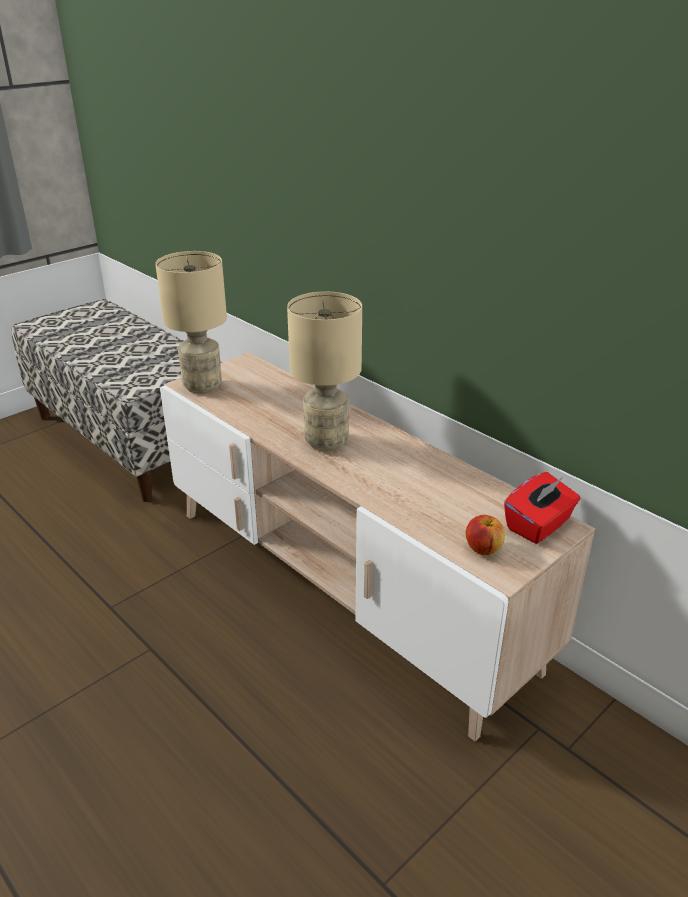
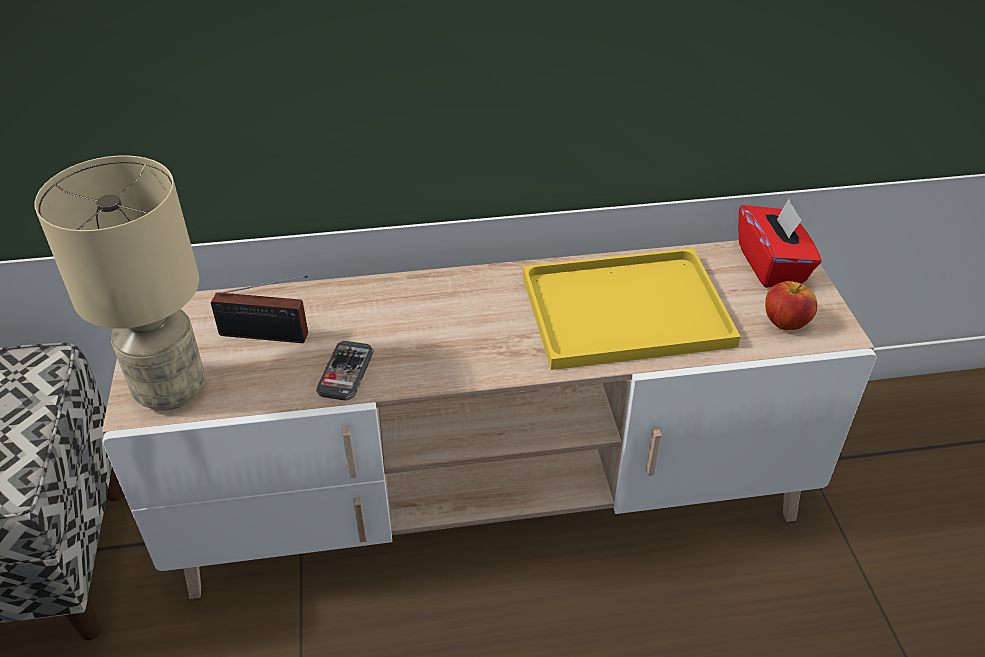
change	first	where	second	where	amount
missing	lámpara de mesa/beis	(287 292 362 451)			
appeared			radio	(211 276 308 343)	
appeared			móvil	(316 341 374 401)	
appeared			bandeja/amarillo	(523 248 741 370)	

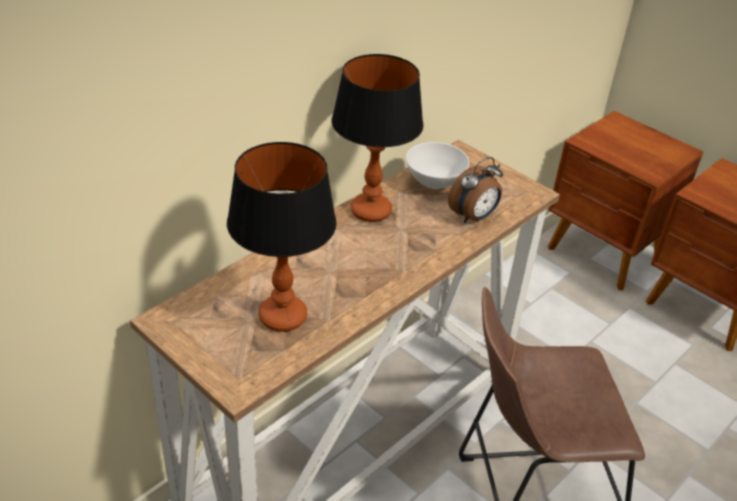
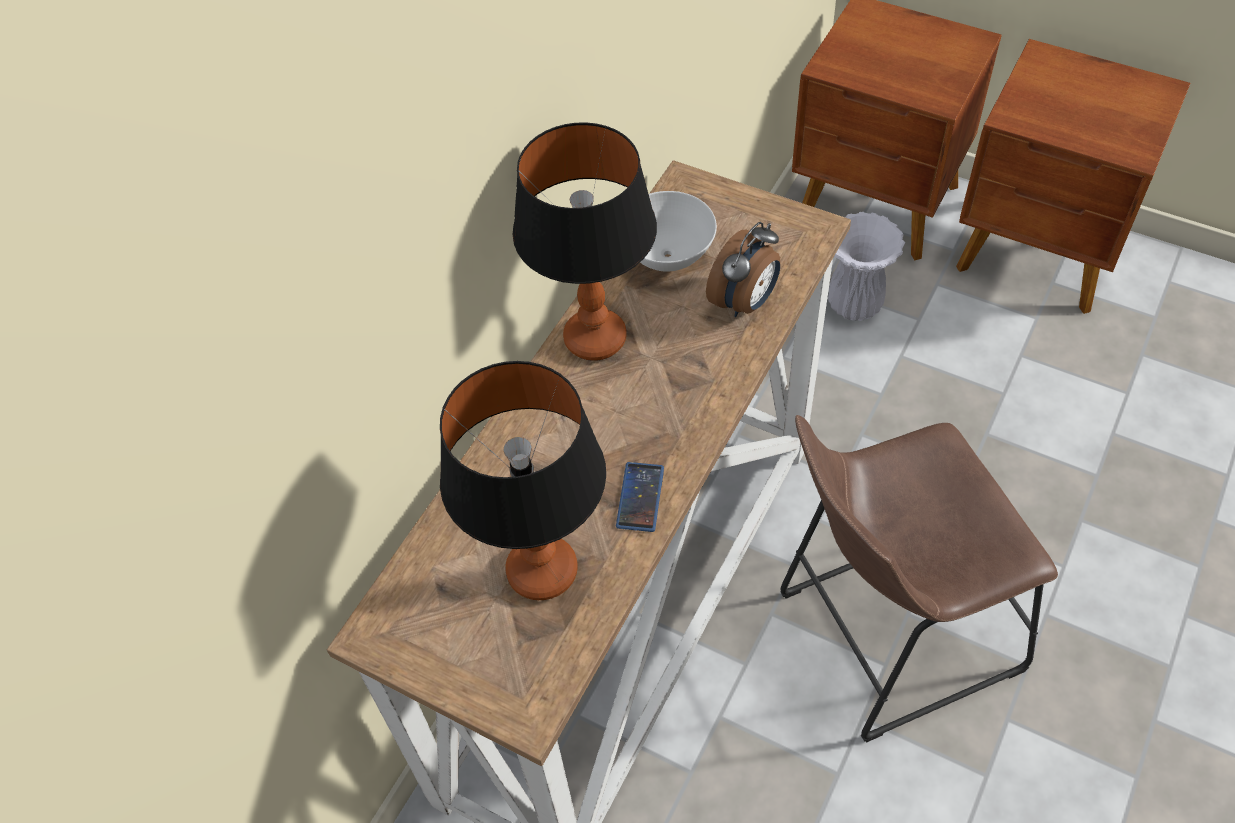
change	first	where	second	where	amount
appeared			móvil	(616 462 664 532)	
appeared			florero/blanco	(828 212 905 321)	

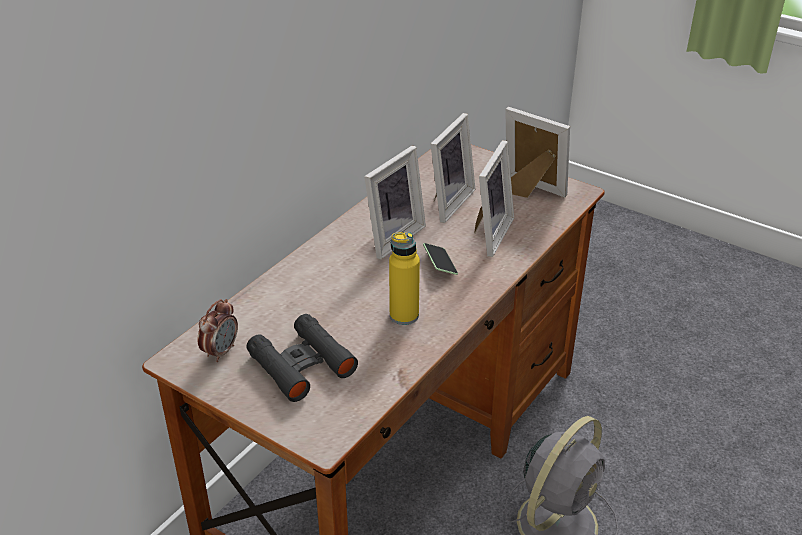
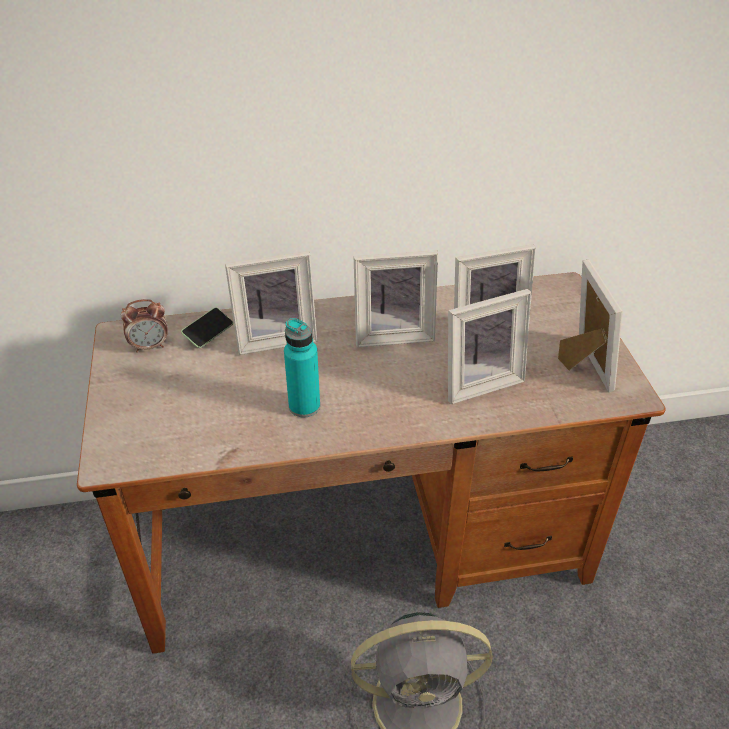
change	first	where	second	where	amount
missing	prismáticos/negro	(246 314 358 402)			
appeared			portarretratos	(225 251 317 355)	
relocated	móvil	(423 243 458 275)		(181 307 234 348)	
colour	botella/amarillo	(389 232 420 325)	botella/turquesa	(284 318 320 417)	

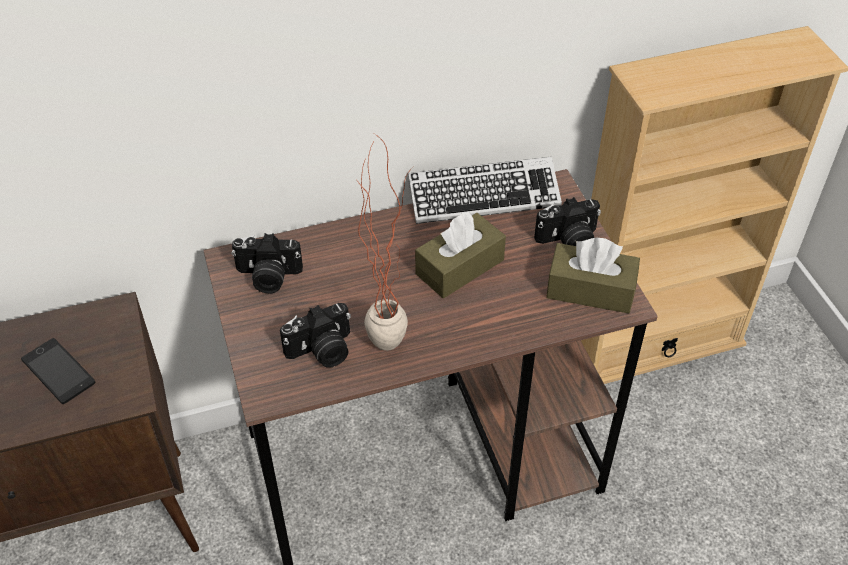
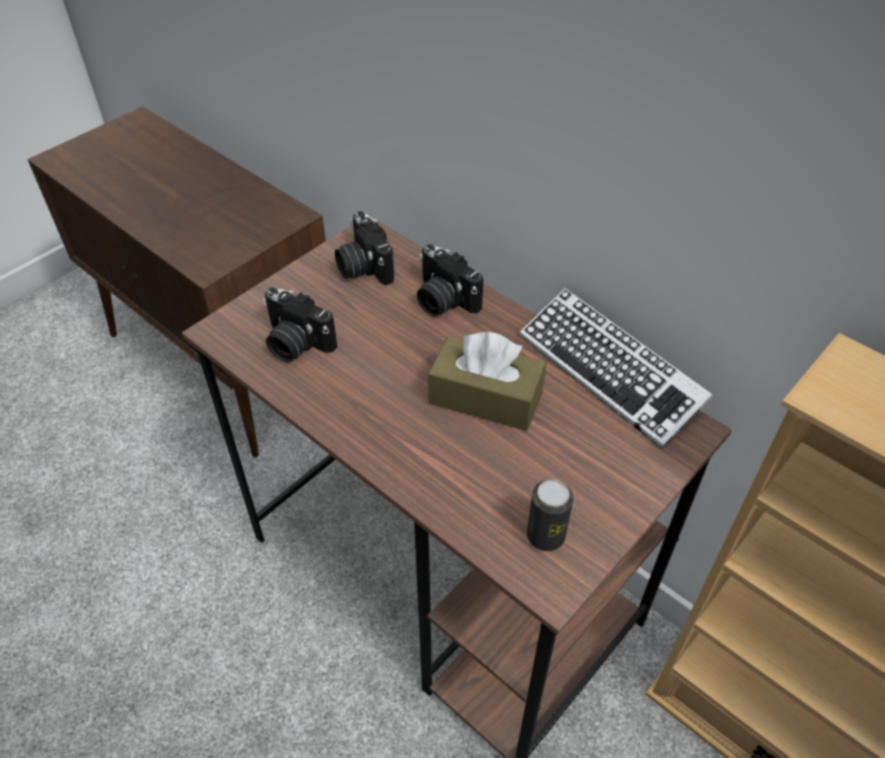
change	first	where	second	where	amount
missing	móvil	(21 338 95 404)			
missing	planta en maceta	(357 134 413 351)			
relocated	cámara	(534 197 601 246)		(417 244 483 316)	
exchanged	caja de pañuelos/marrón	(546 238 640 314)	lata	(527 479 574 551)	

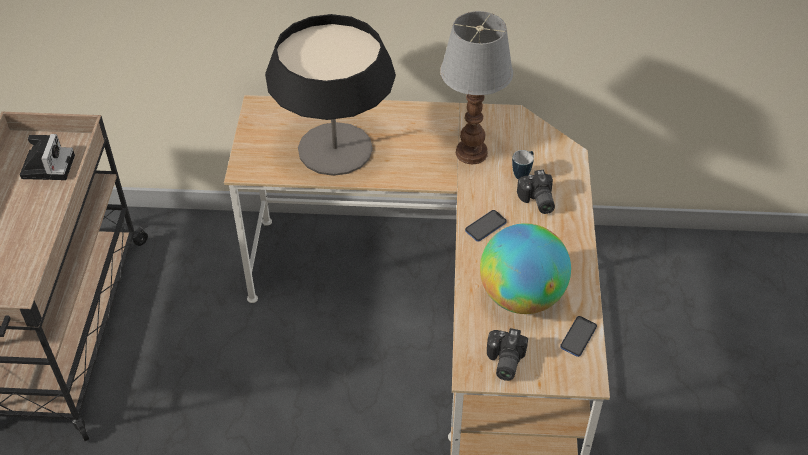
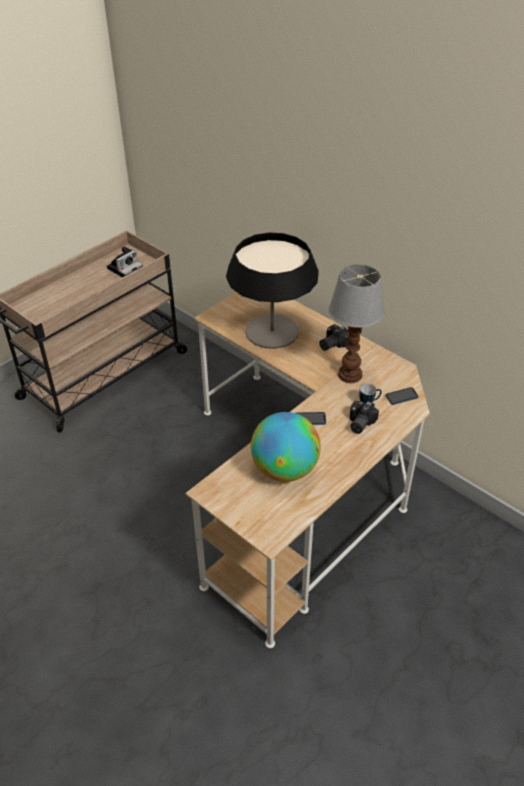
change	first	where	second	where	amount
relocated	cámara	(487 328 528 381)		(319 324 349 351)	
relocated	móvil	(560 316 597 357)		(386 387 418 405)	

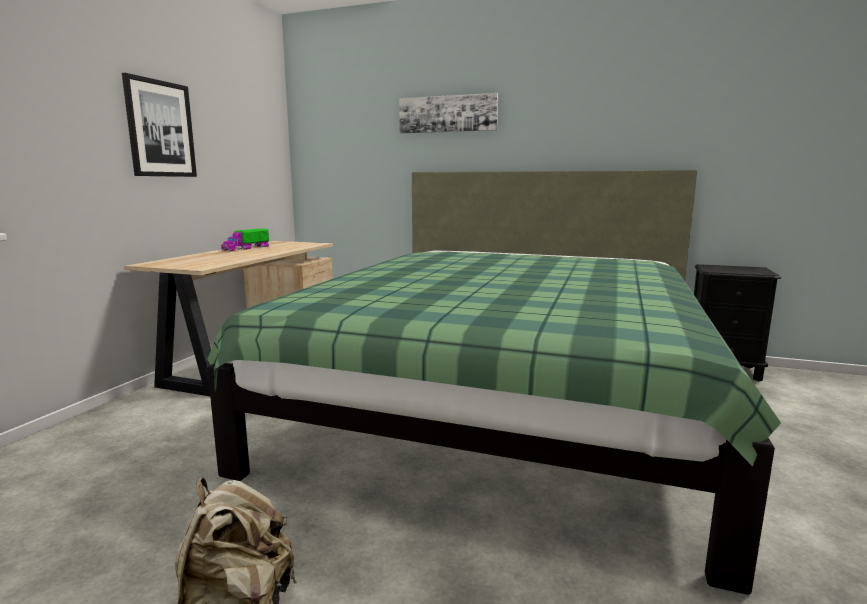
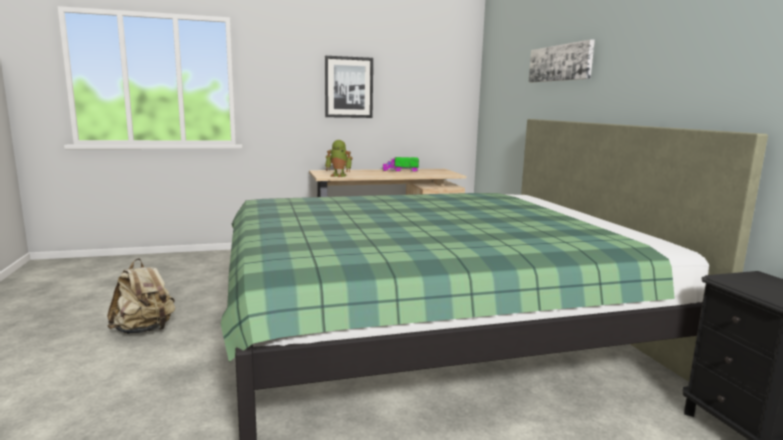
change	first	where	second	where	amount
appeared			robot de juguete	(325 140 353 177)	

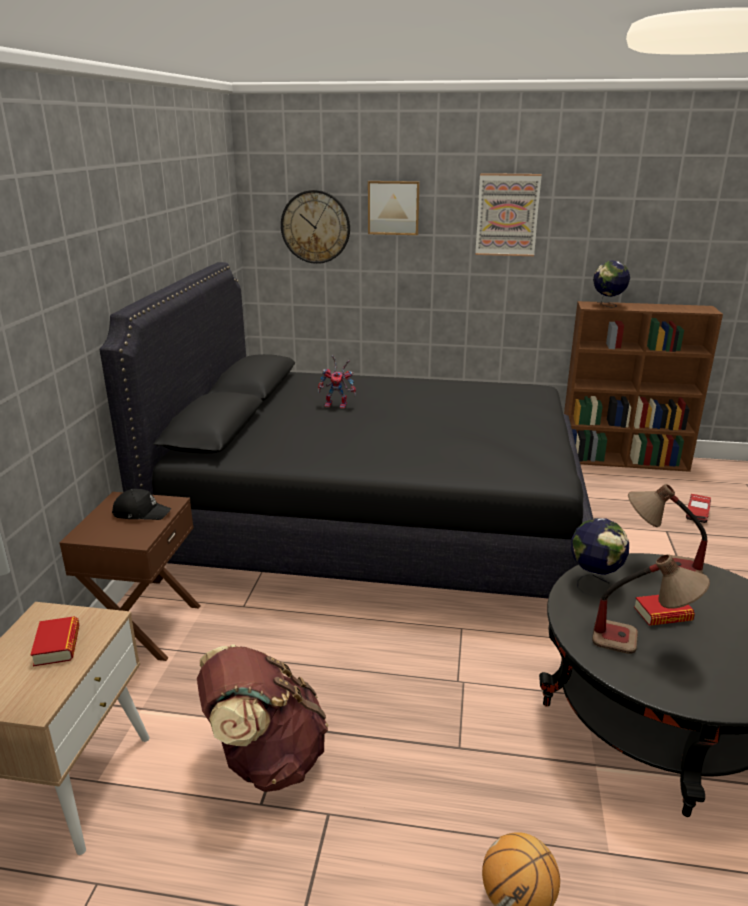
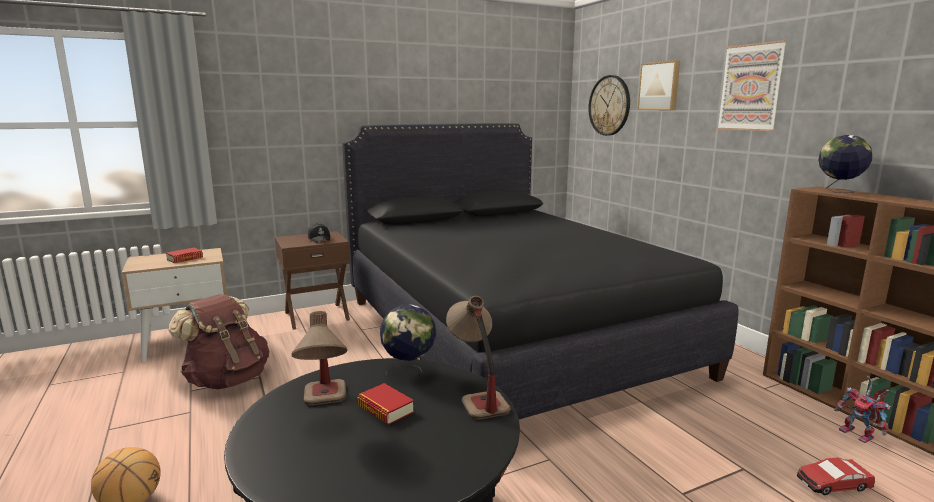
change	first	where	second	where	amount
relocated	robot de juguete	(318 355 356 409)		(834 376 891 443)	

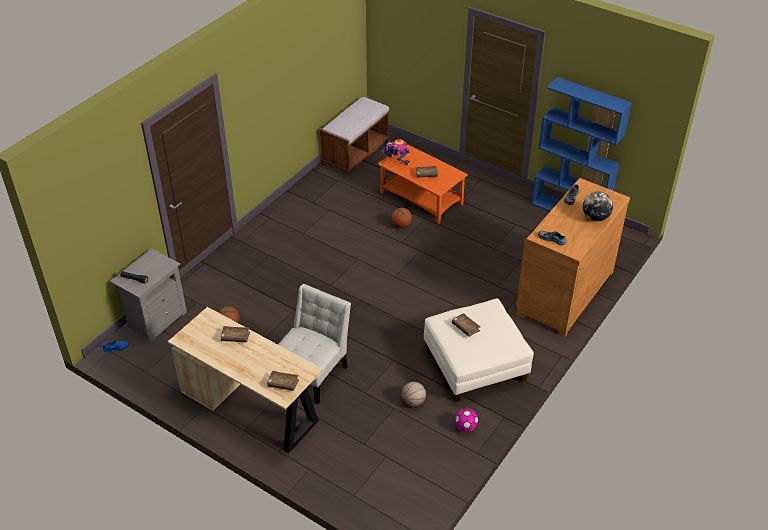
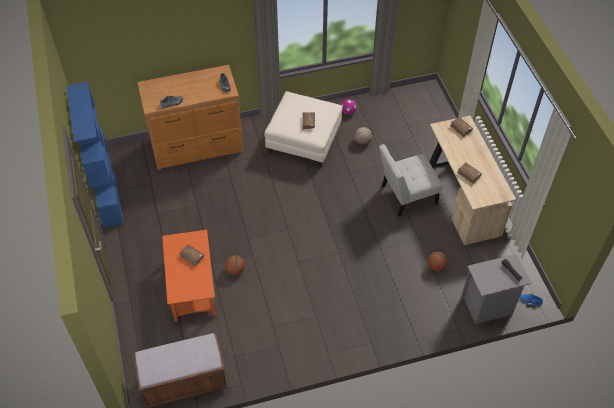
change	first	where	second	where	amount
missing	robot de juguete	(381 139 410 165)			
missing	globo terráqueo	(583 191 613 221)			

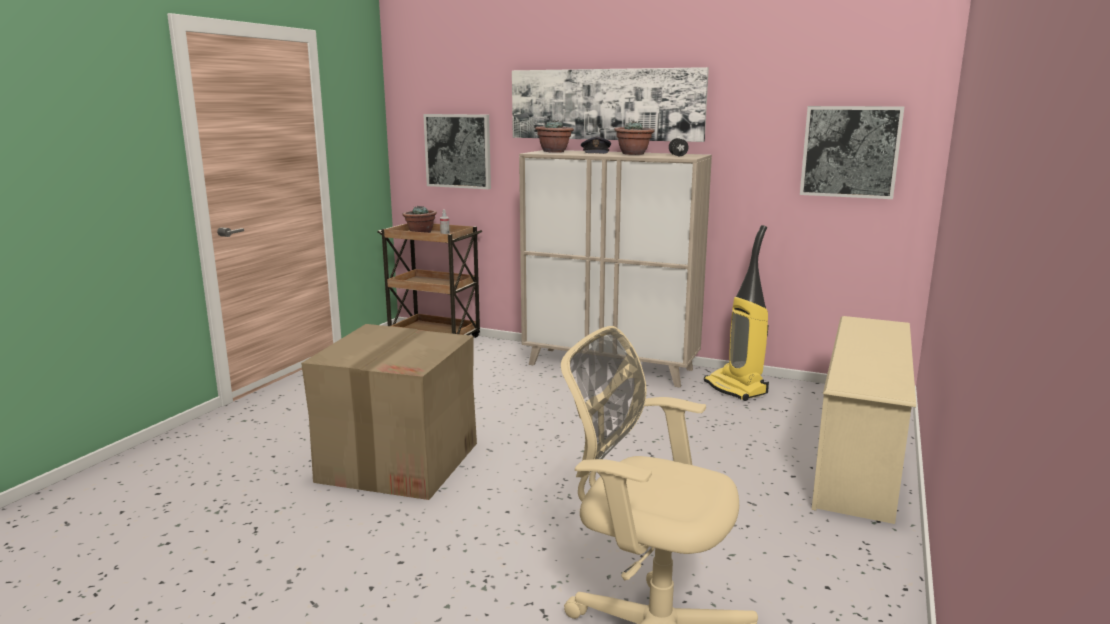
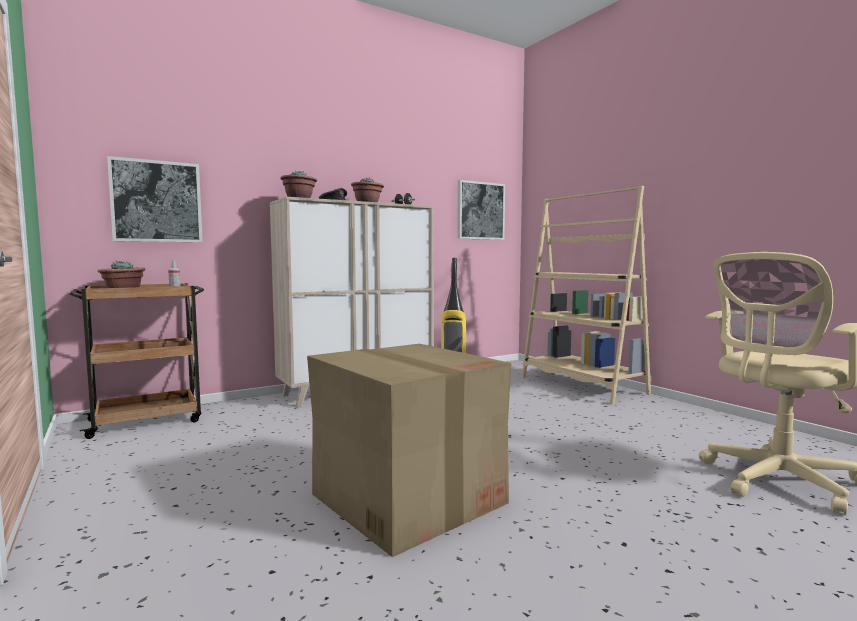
change	first	where	second	where	amount
missing	cuadro	(512 67 709 142)			
exchanged	zapatero/beis	(812 316 916 524)	estantería/beis	(522 186 651 404)	

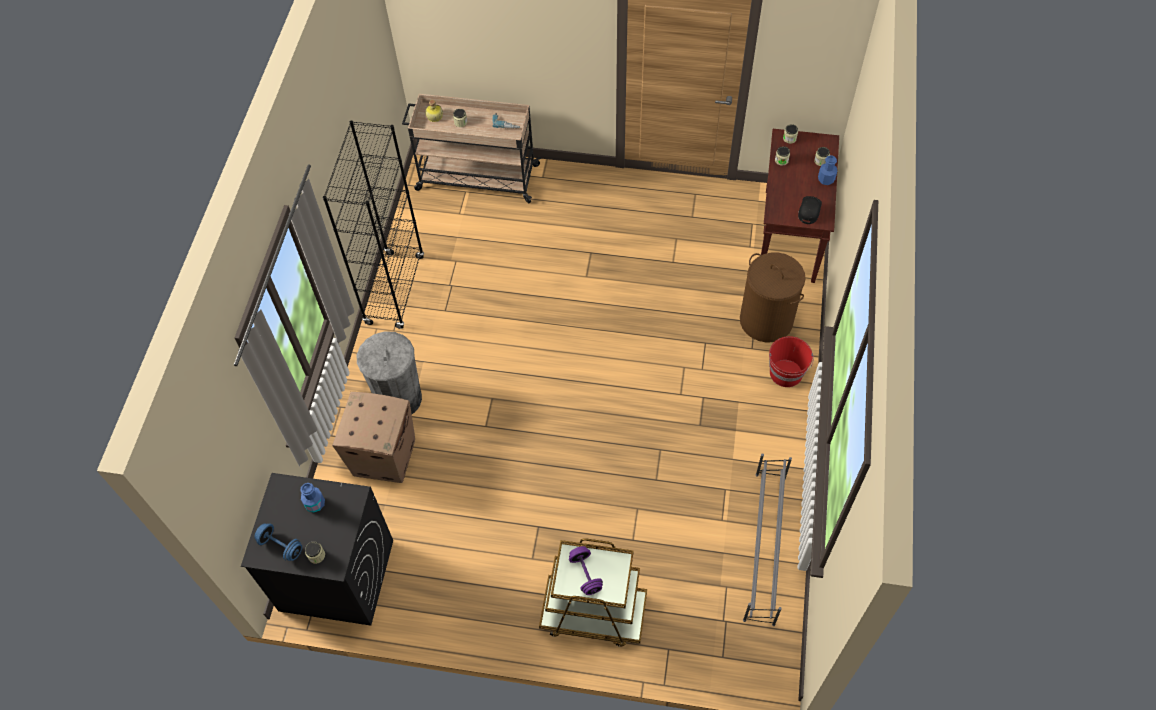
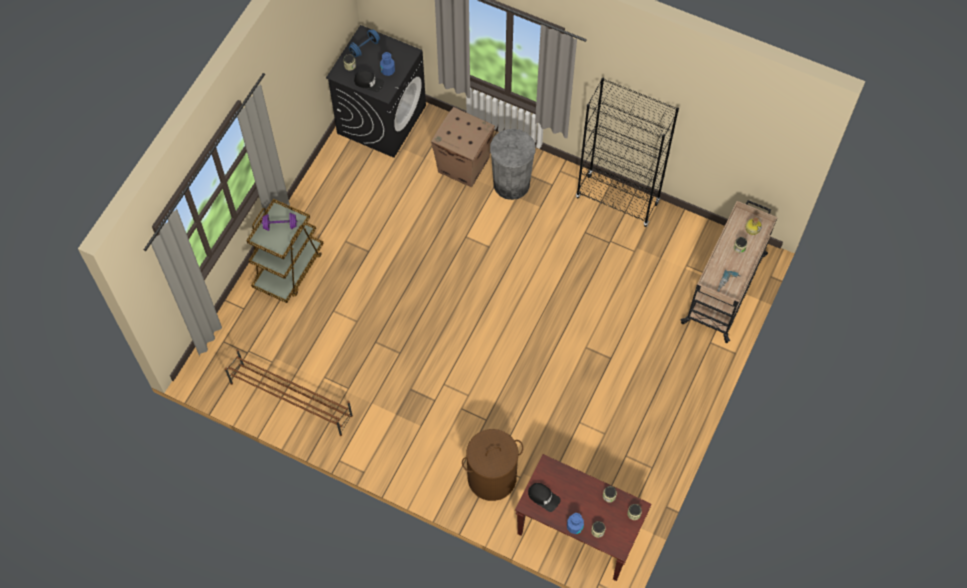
change	first	where	second	where	amount
missing	cubo/rojo	(769 336 814 387)			
appeared			gorra/negro	(354 70 384 92)	
colour	zapatero/gris	(743 453 792 626)	zapatero/marrón	(225 349 353 436)	

